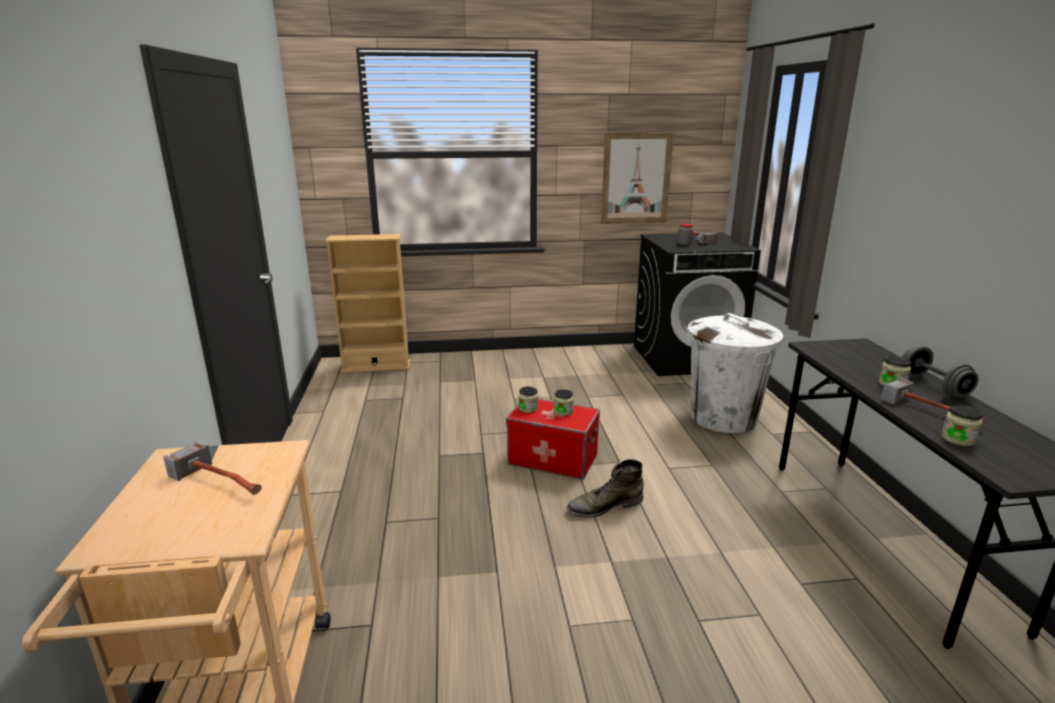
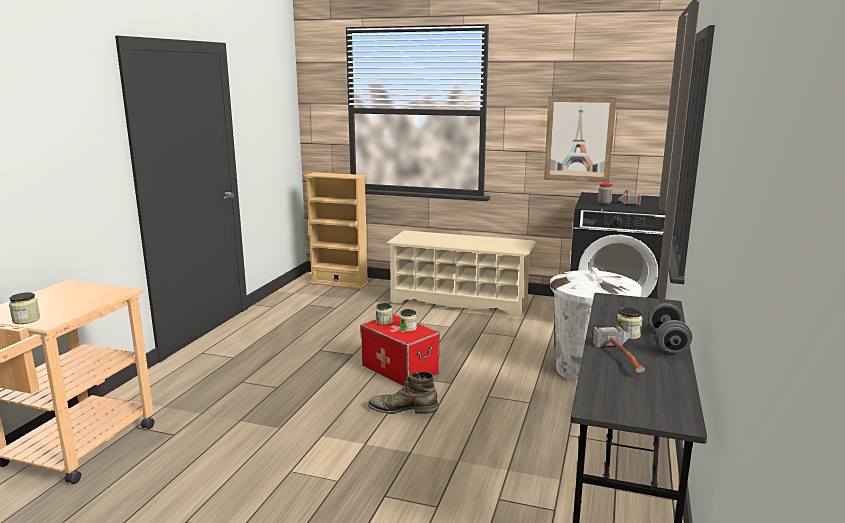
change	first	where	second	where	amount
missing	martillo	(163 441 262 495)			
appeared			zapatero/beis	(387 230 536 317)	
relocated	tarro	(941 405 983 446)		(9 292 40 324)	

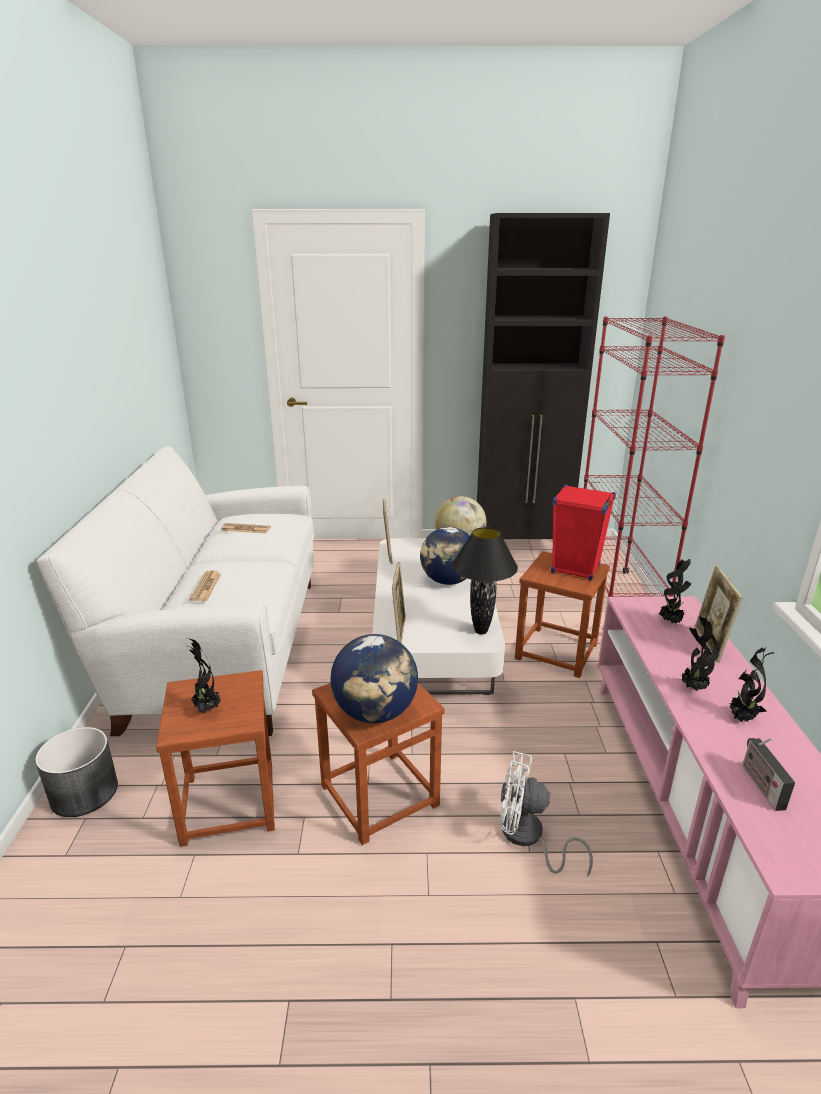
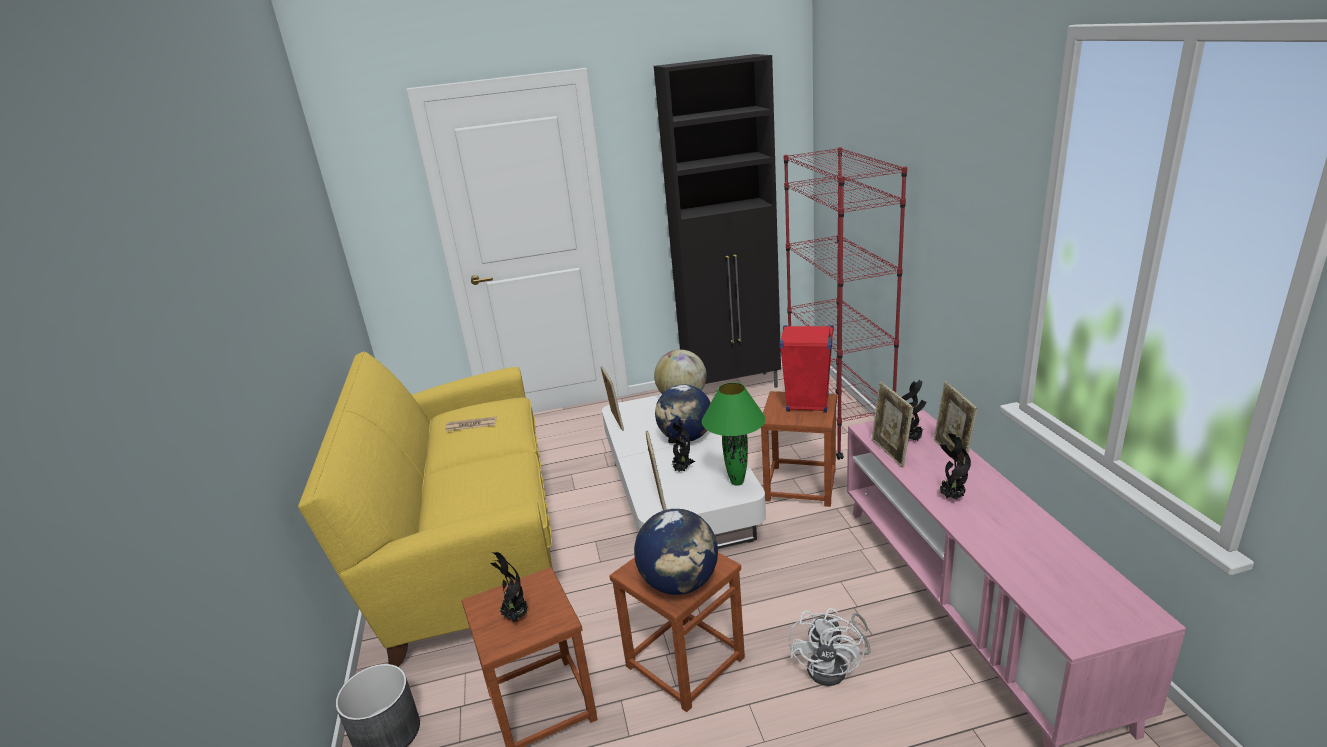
change	first	where	second	where	amount
missing	periódico	(189 570 221 601)			
missing	radio	(742 738 795 811)			
appeared			portarretratos	(872 382 913 468)	
relocated	planta en maceta	(729 647 775 722)		(668 419 695 472)	
colour	sofá/blanco	(36 446 314 736)	sofá/amarillo	(298 351 553 667)	
colour	lámpara de mesa/negro	(452 527 518 635)	lámpara de mesa/verde	(702 382 766 486)	
spun	ventilador/blanco	(499 751 593 877)		(789 608 871 686)	75 degrees counterclockwise

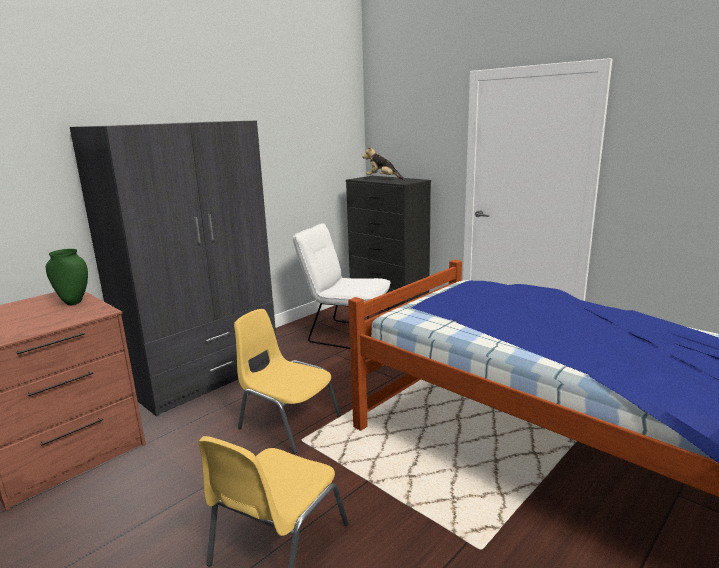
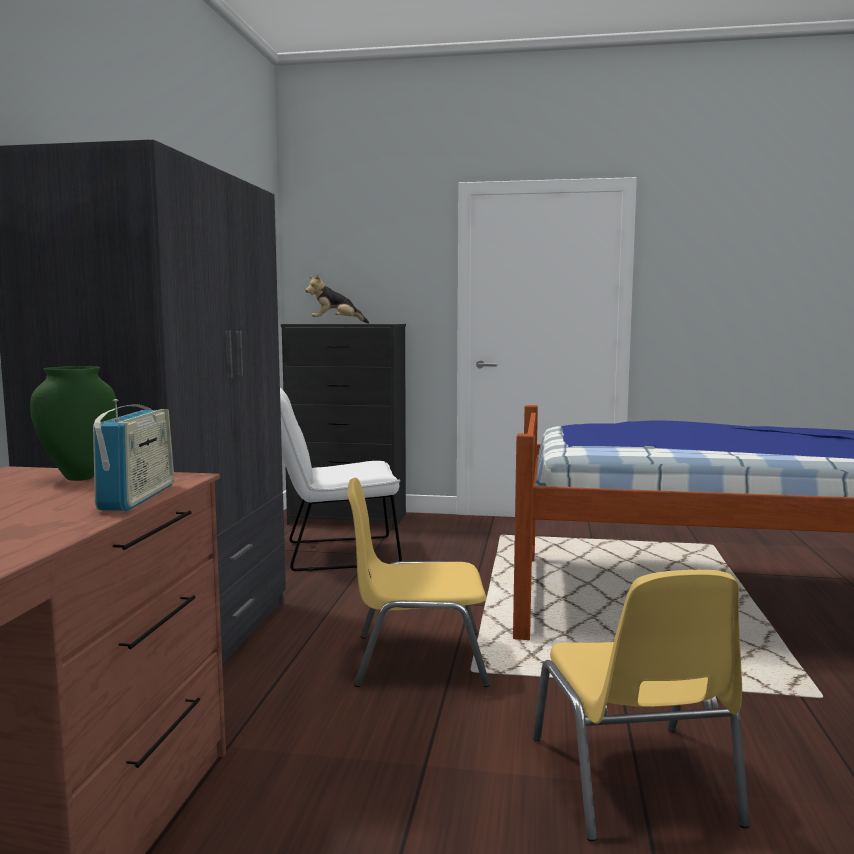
change	first	where	second	where	amount
appeared			radio	(93 399 174 511)	

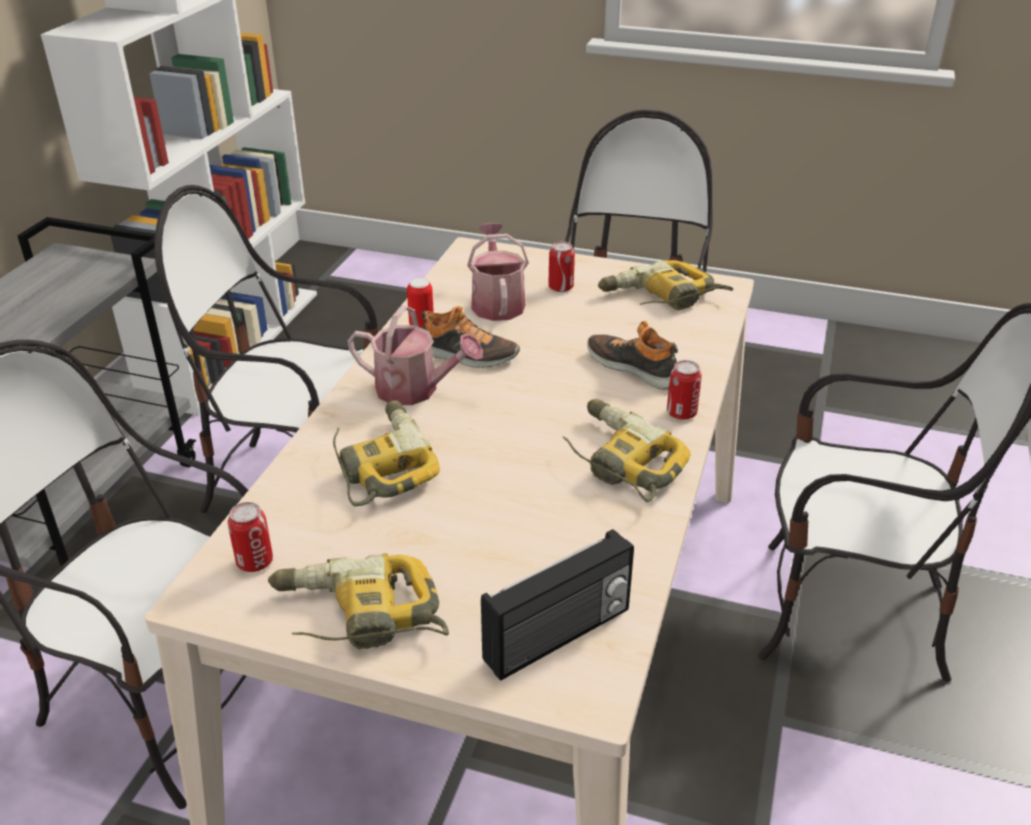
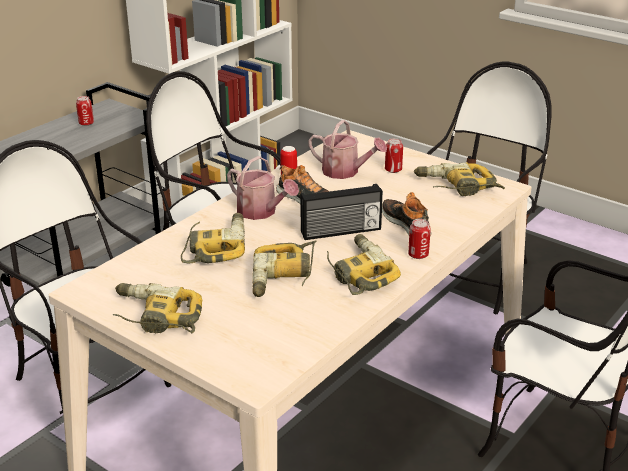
change	first	where	second	where	amount
appeared			taladro	(252 240 317 297)	
relocated	lata	(228 502 273 572)		(76 96 94 126)	
relocated	radio	(481 529 634 681)		(300 184 383 240)	
spun	regadera	(467 223 529 321)		(308 120 387 179)	105 degrees clockwise

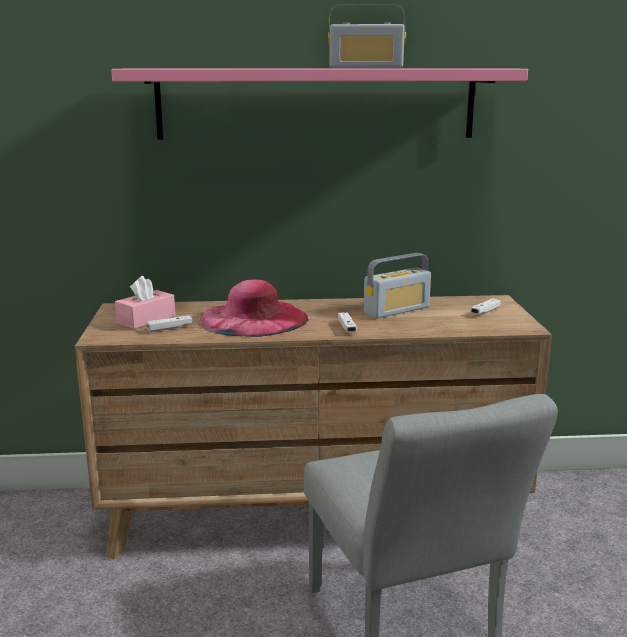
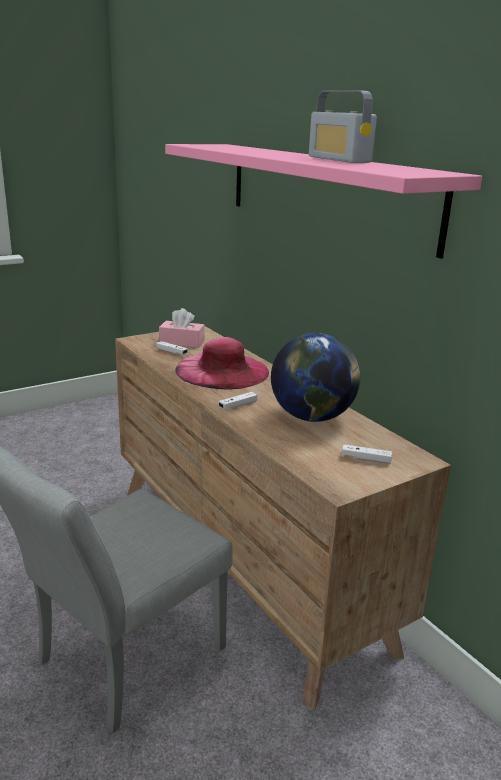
change	first	where	second	where	amount
exchanged	radio	(364 253 431 318)	globo terráqueo	(271 333 360 422)	

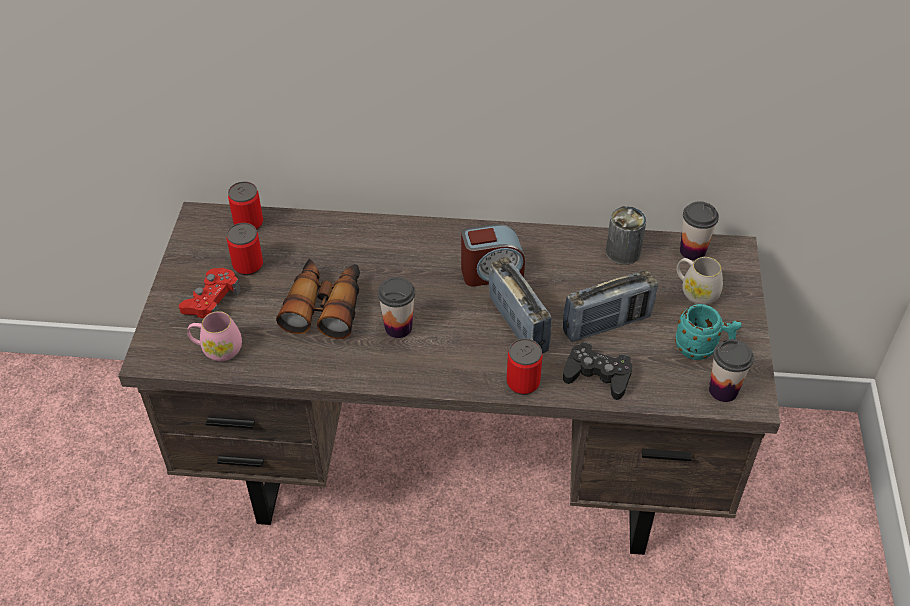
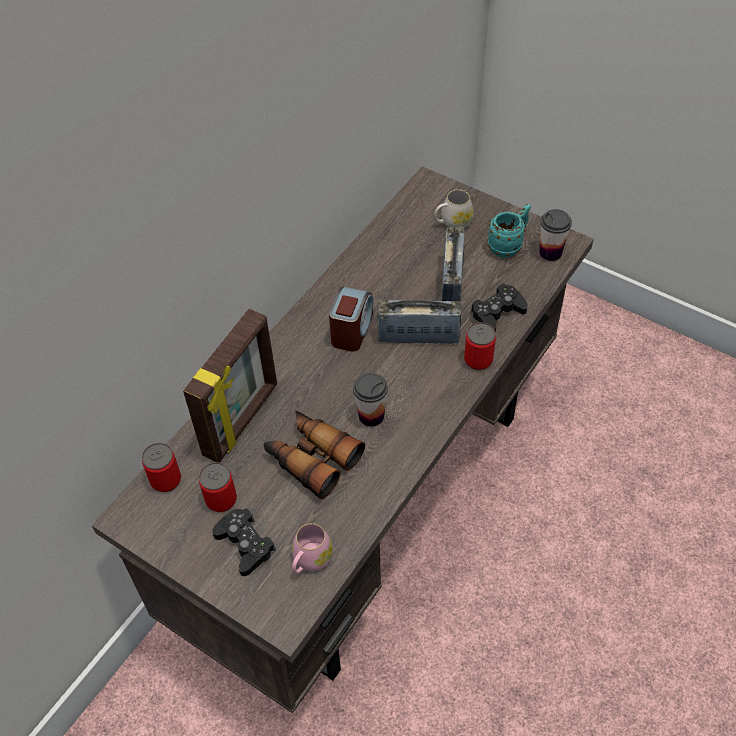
change	first	where	second	where	amount
missing	lata	(606 206 646 265)			
missing	taza	(680 201 719 260)			
appeared			portarretratos	(183 309 277 463)	
colour	mando de consola/rojo	(179 268 241 318)	mando de consola/negro	(213 508 276 576)	

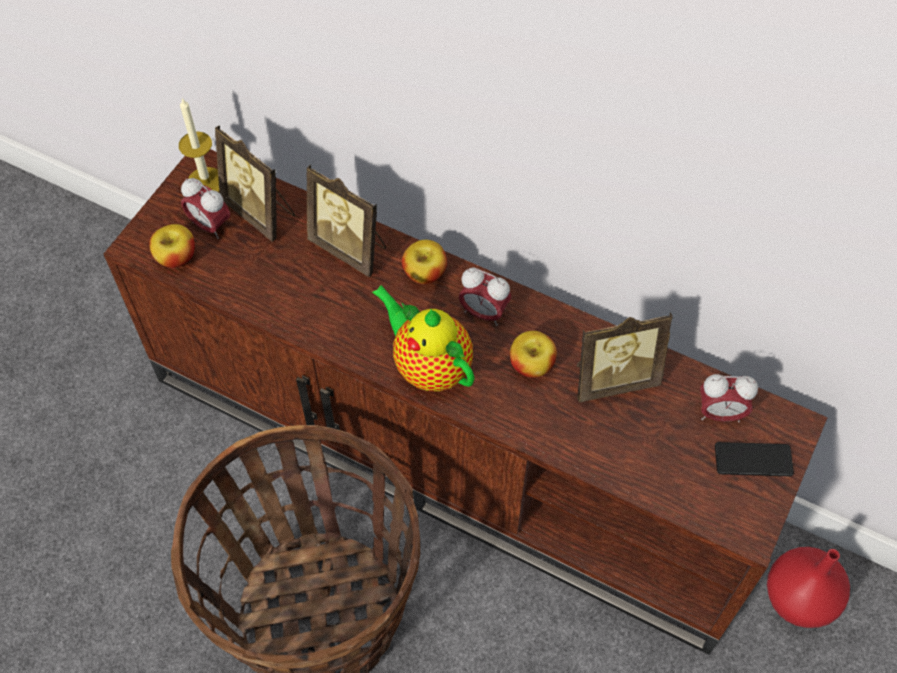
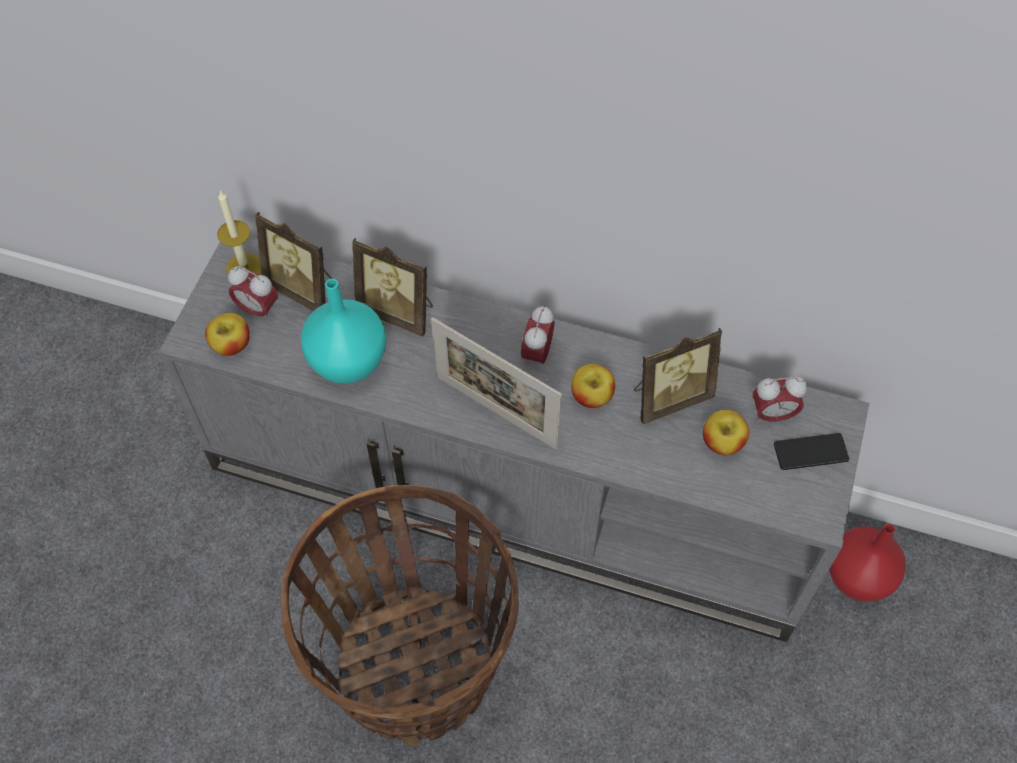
change	first	where	second	where	amount
appeared			florero/turquesa	(301 279 386 383)	
relocated	manzana	(402 240 447 284)		(703 410 749 455)	
exchanged	tetera	(372 285 475 391)	portarretratos	(431 317 562 450)	
colour	mueble de televisión/marrón	(104 149 828 655)	mueble de televisión/gris	(159 238 869 642)	
spun	despertador	(459 268 511 326)		(521 306 554 366)	90 degrees clockwise

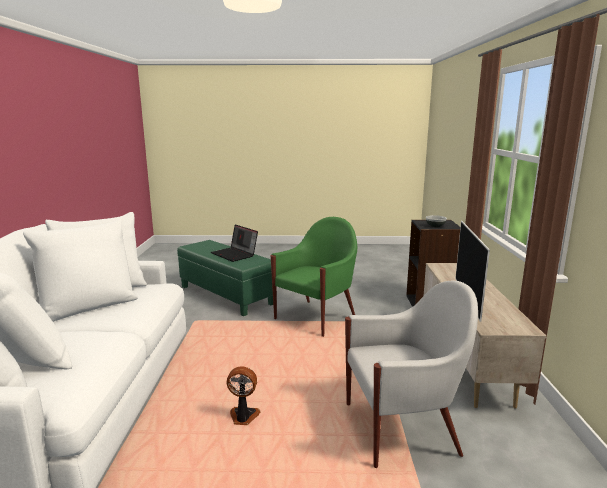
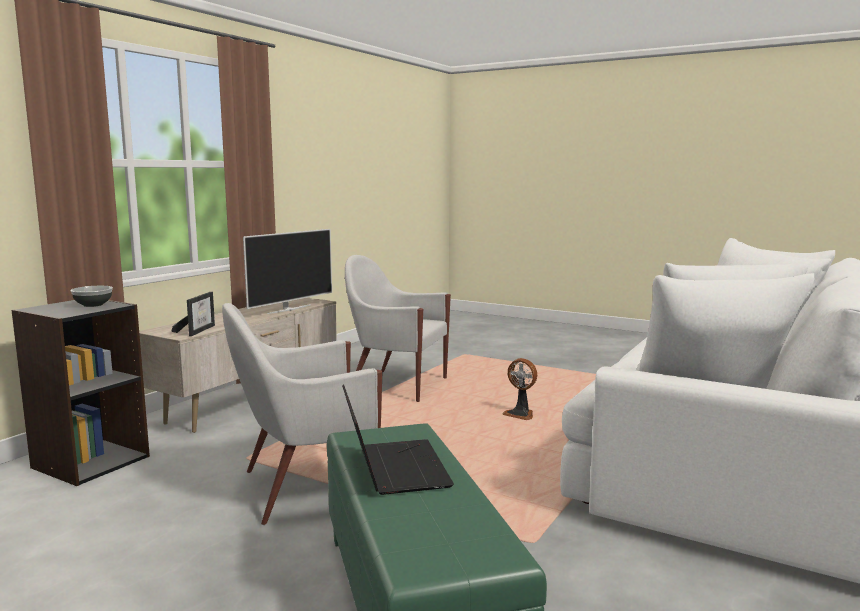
change	first	where	second	where	amount
appeared			portarretratos	(171 292 215 336)	
colour	sillón/verde	(271 217 357 337)	sillón/blanco	(222 303 382 525)	

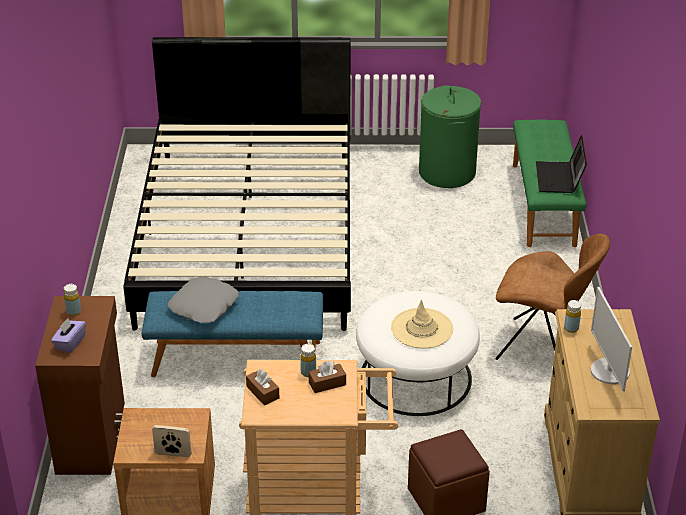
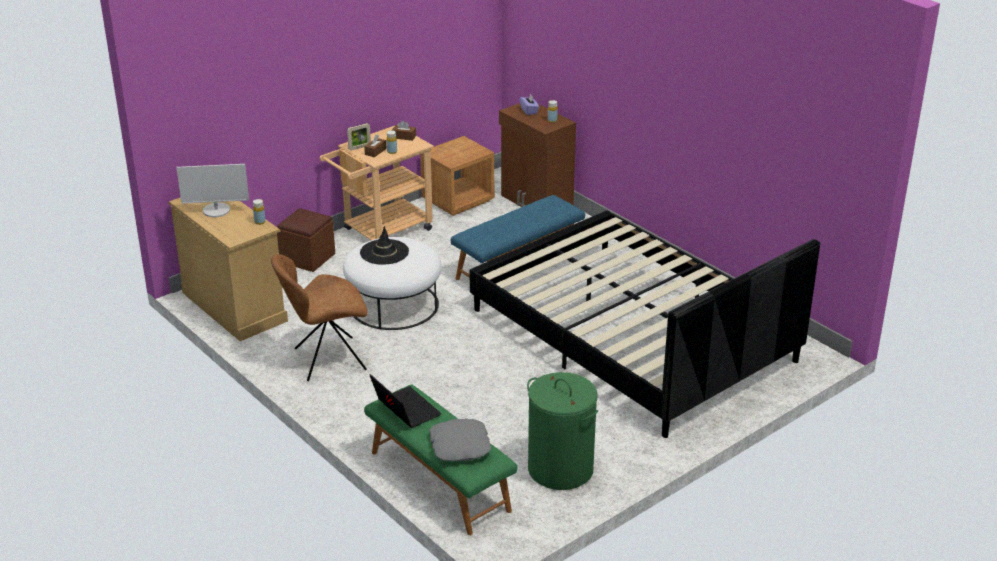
change	first	where	second	where	amount
relocated	portarretratos	(152 425 191 457)		(347 123 371 151)	
relocated	cojín/gris	(168 276 239 323)		(430 418 491 461)	
colour	sombrero/beis	(391 300 453 349)	sombrero/negro	(360 226 409 265)	
spun	monitor	(591 287 632 391)		(176 164 249 217)	135 degrees clockwise

